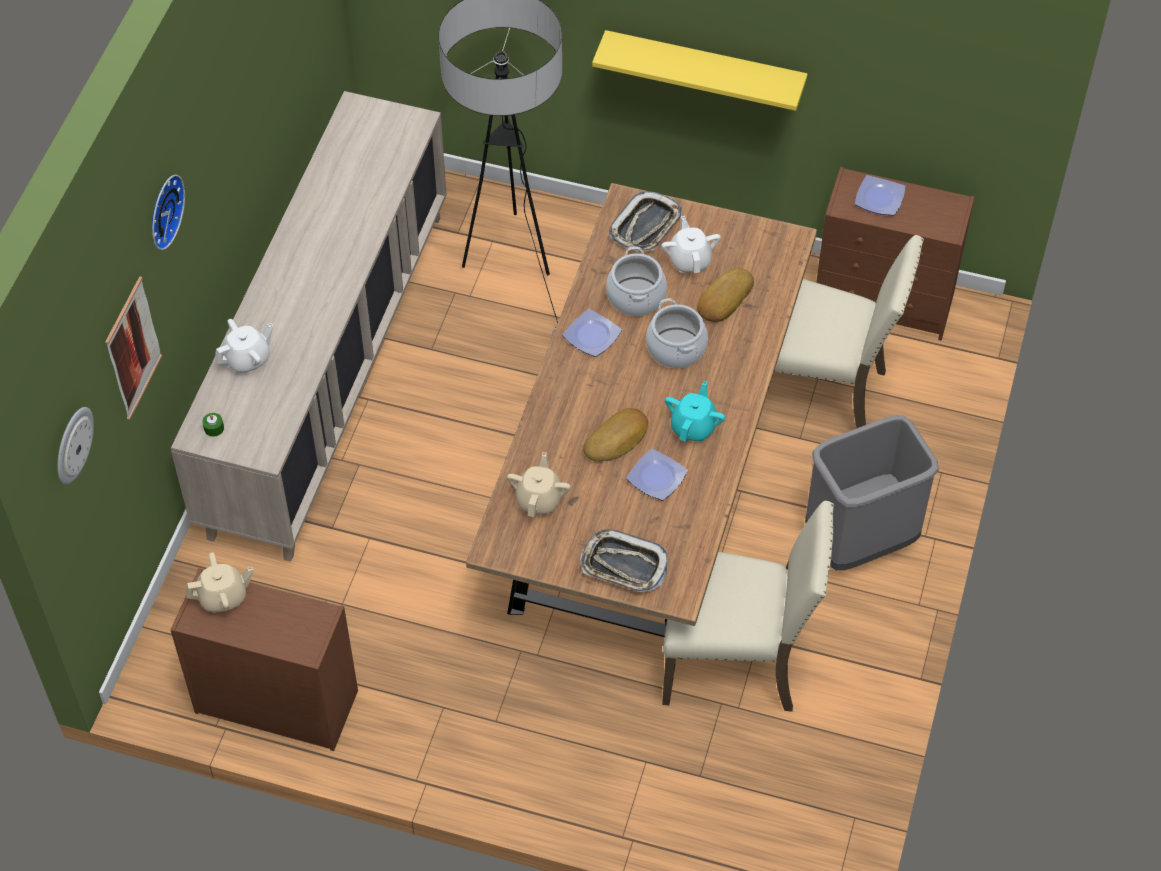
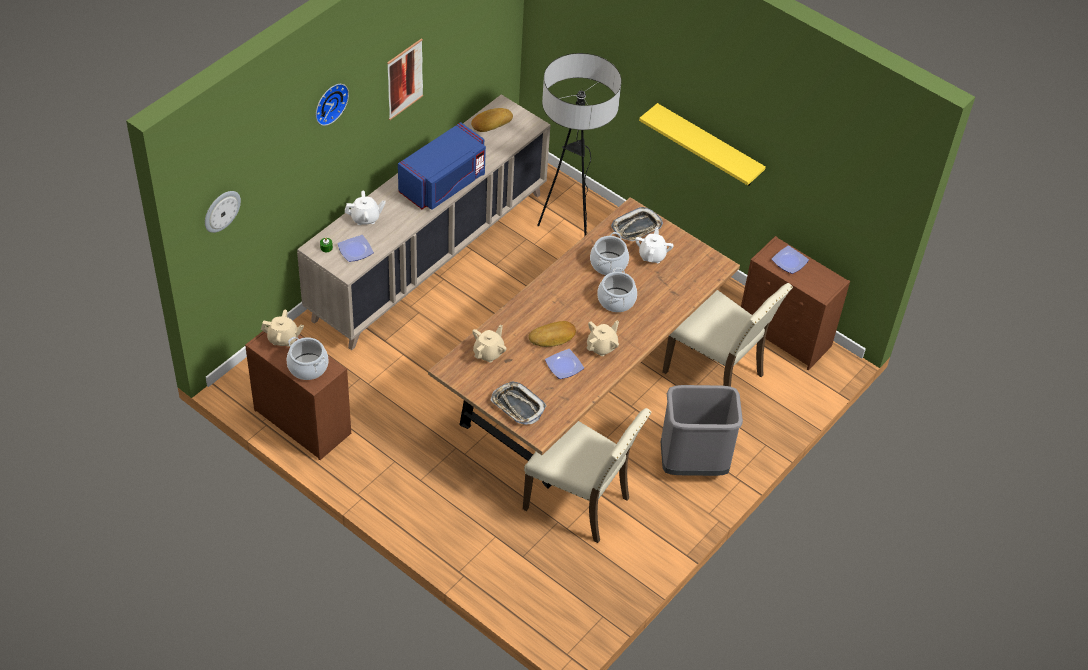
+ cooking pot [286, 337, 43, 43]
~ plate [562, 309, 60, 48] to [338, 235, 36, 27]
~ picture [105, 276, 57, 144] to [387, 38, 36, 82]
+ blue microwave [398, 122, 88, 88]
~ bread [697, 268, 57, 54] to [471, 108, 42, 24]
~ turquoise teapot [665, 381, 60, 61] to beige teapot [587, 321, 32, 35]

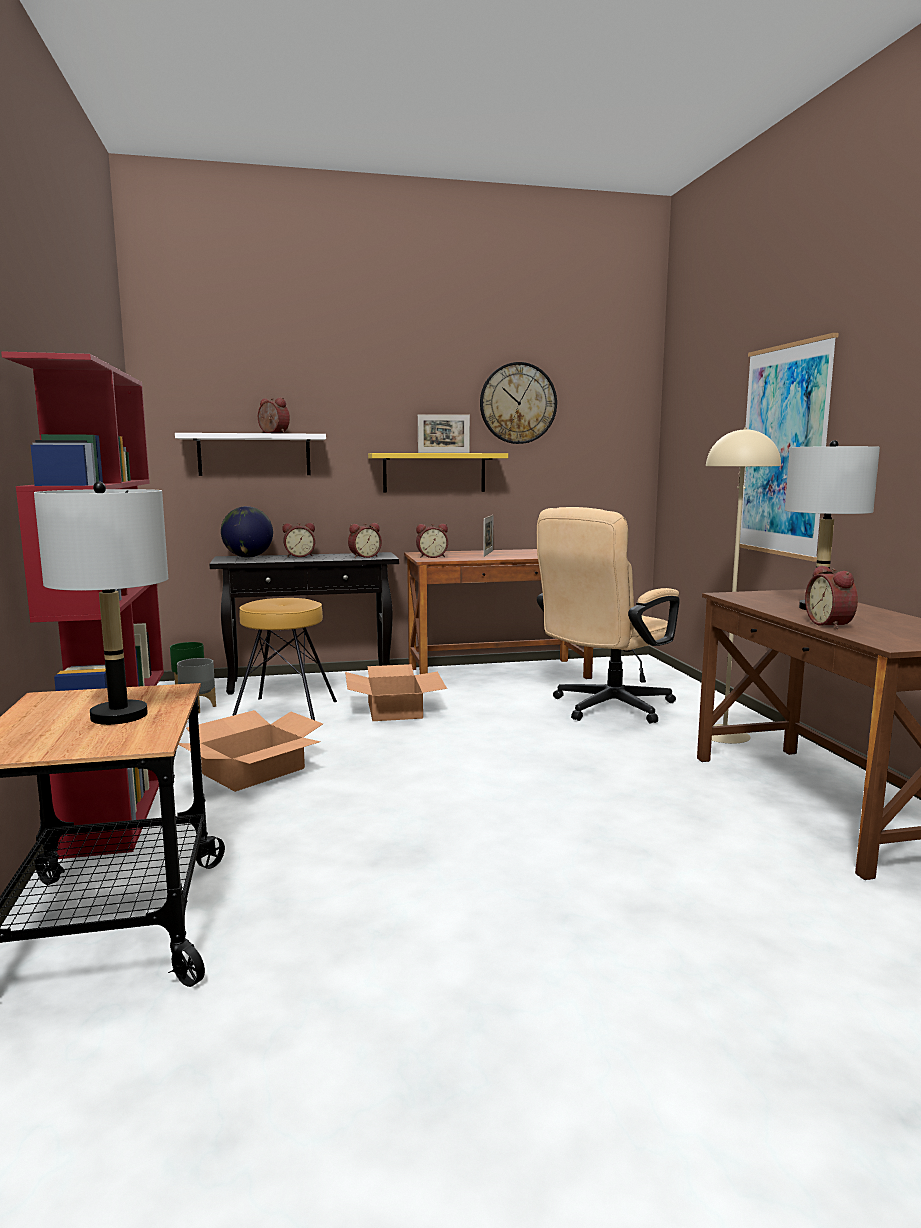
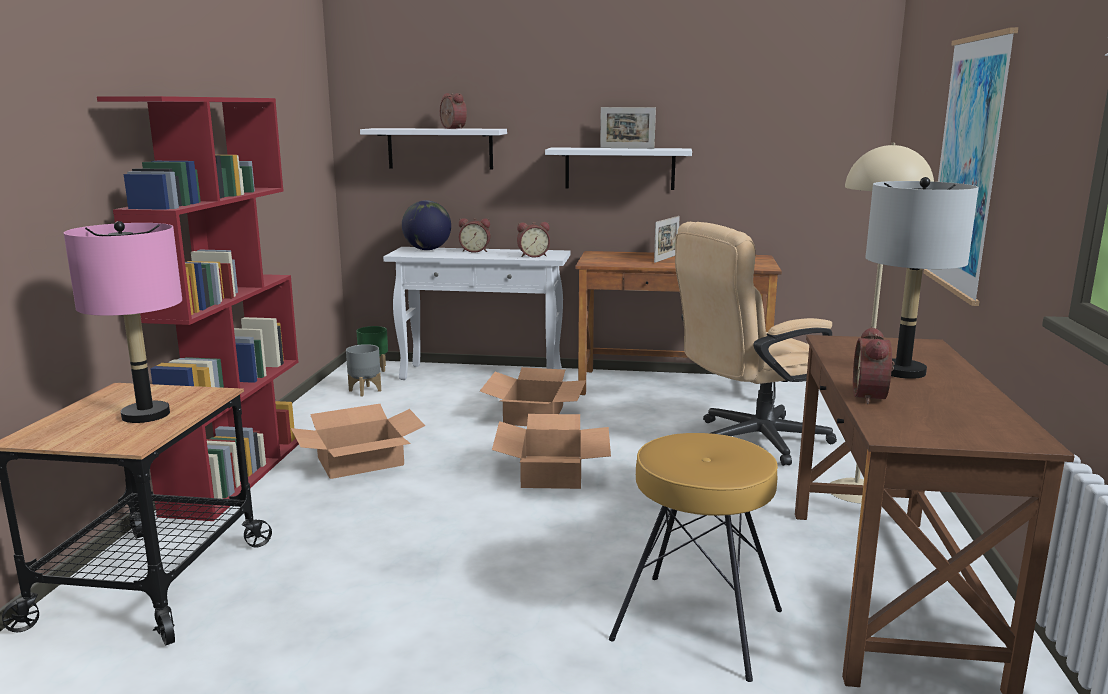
~ grey table lamp [34, 482, 134, 243] to pink table lamp [64, 221, 118, 202]
~ black console table [209, 552, 190, 143] to white console table [383, 247, 187, 133]
+ cardboard box [492, 414, 119, 75]
~ yellow shelf [368, 453, 140, 40] to white shelf [545, 147, 147, 43]
~ brown stool [232, 598, 105, 122] to [609, 433, 173, 249]
- alarm clock [416, 524, 32, 34]
- wall clock [480, 362, 77, 82]

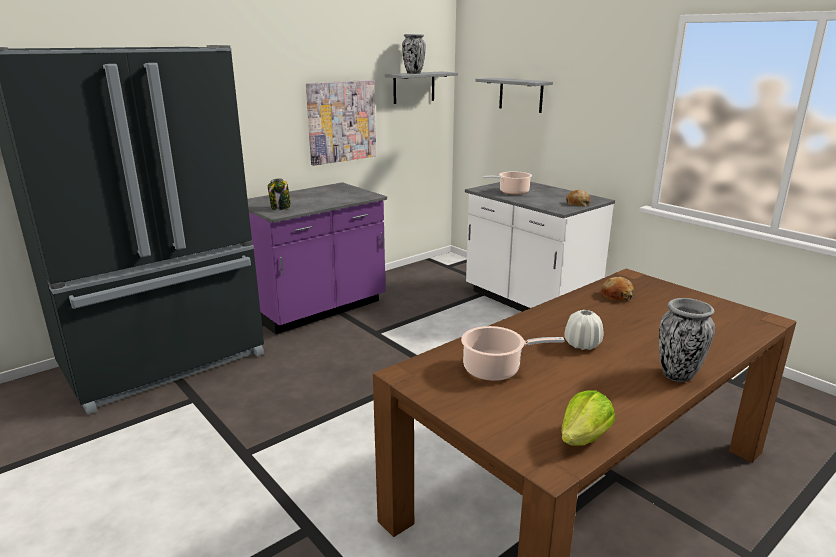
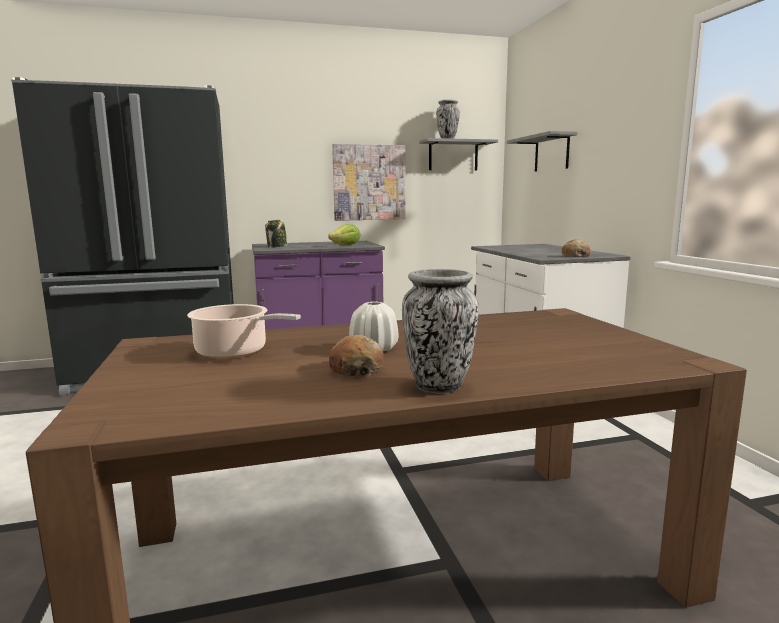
~ lettuce [562, 390, 53, 56] to [328, 224, 32, 21]
~ bread [601, 277, 33, 24] to [329, 335, 55, 42]
- cooking pot [483, 171, 49, 24]

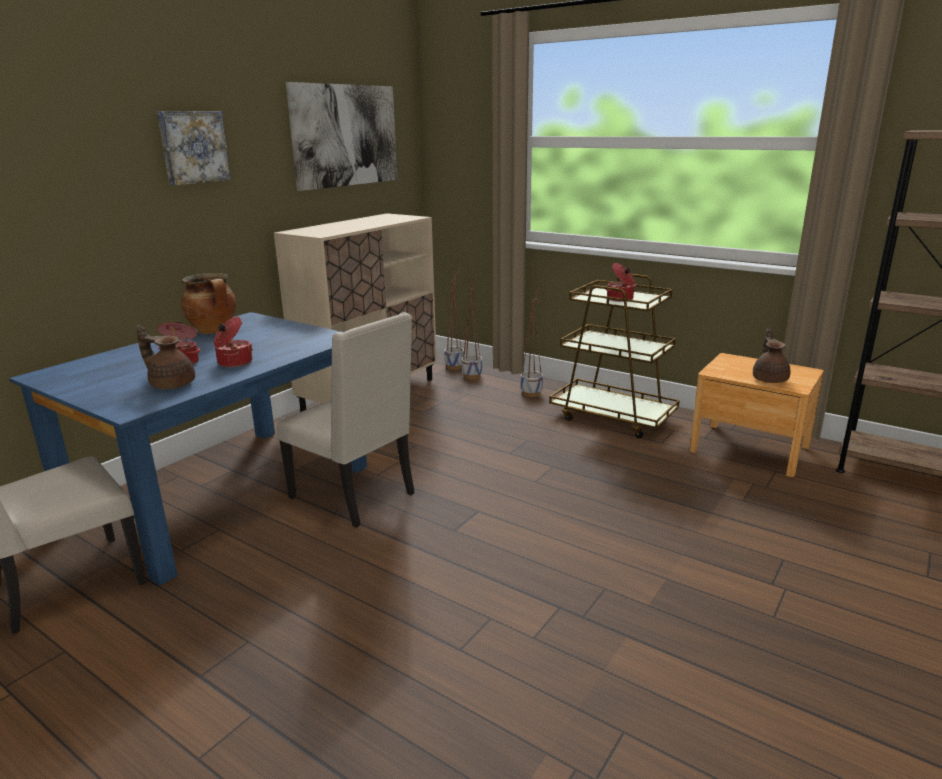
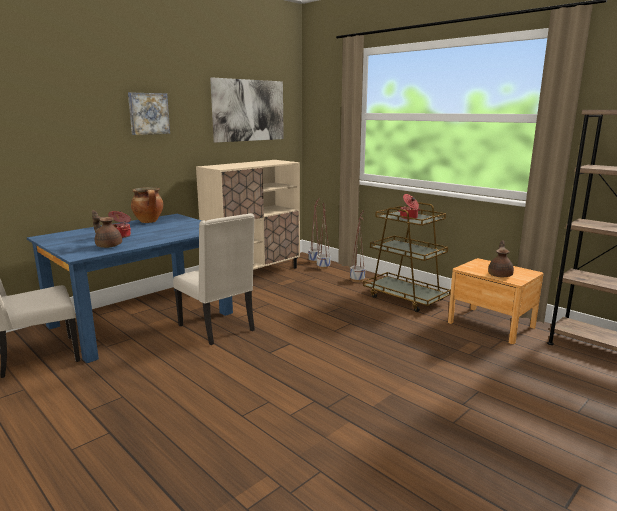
- cooking pot [214, 317, 39, 51]

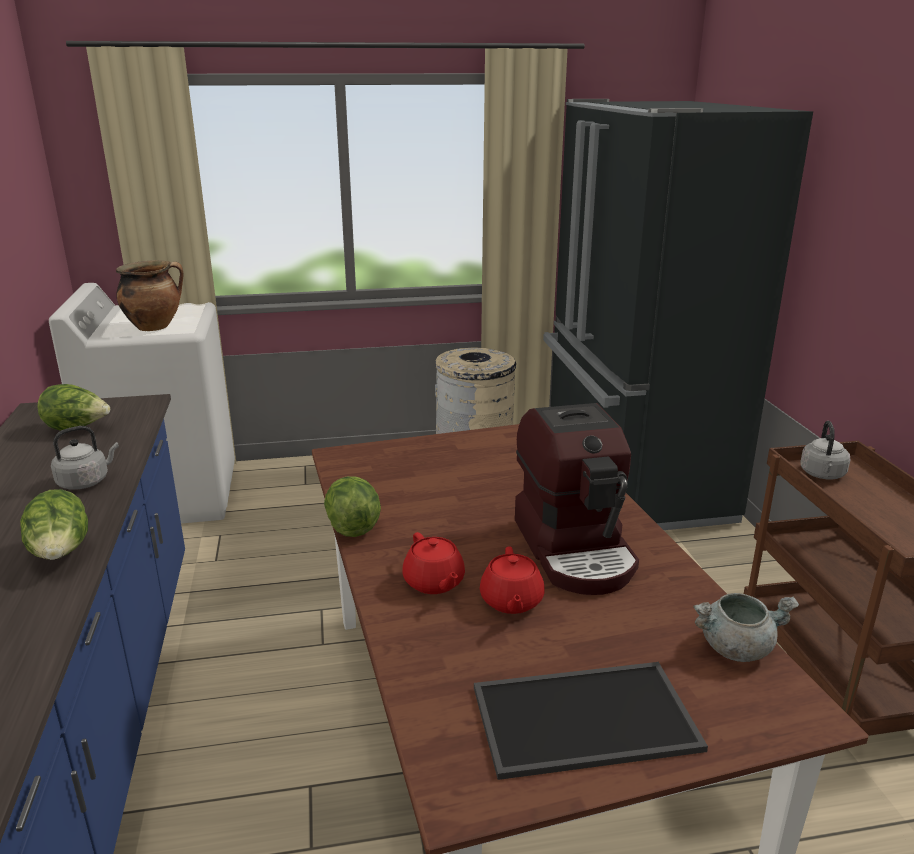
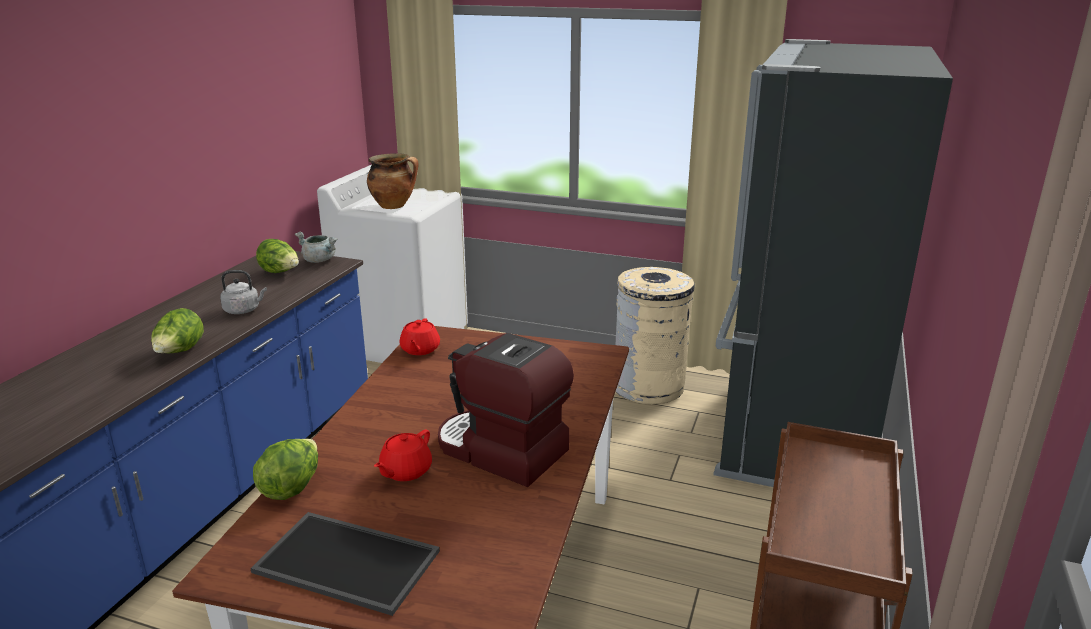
~ lettuce [324, 476, 57, 61] to [253, 439, 65, 61]
~ grey cooking pot [693, 593, 106, 69] to [295, 232, 43, 31]
~ red teapot [402, 532, 63, 62] to [399, 318, 41, 37]
~ coffee machine [515, 403, 124, 192] = [438, 333, 136, 154] 105 degrees clockwise
- grey kettle [800, 421, 50, 59]

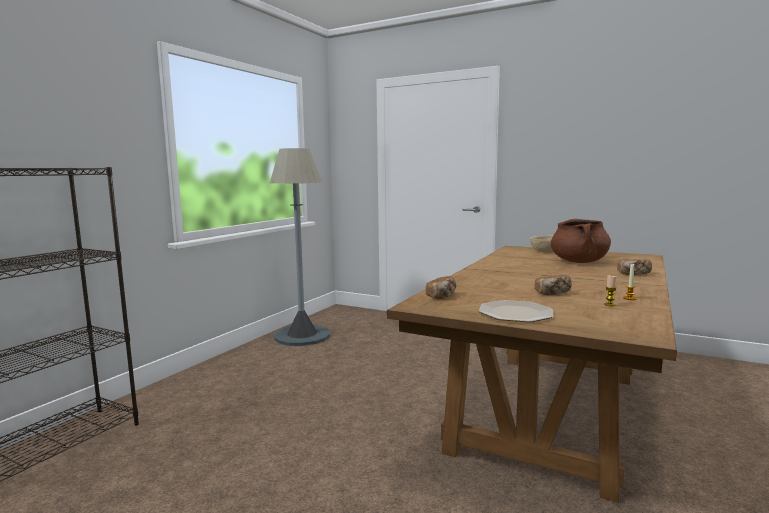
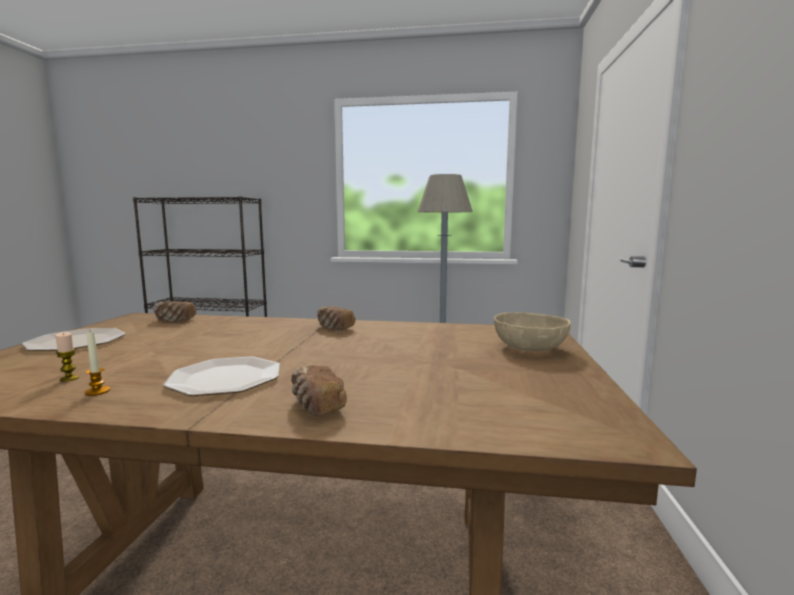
+ plate [163, 357, 117, 39]
~ bread [534, 275, 38, 20] to [317, 306, 38, 24]
- brown cooking pot [551, 219, 60, 44]

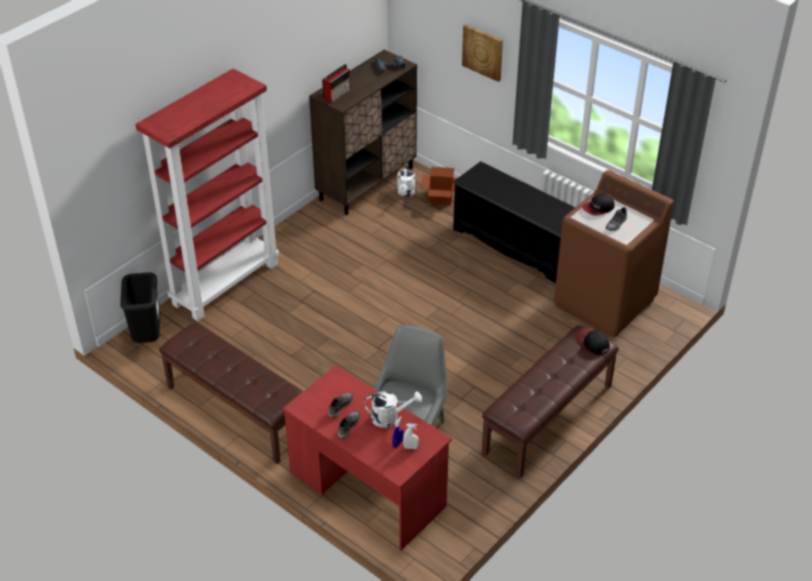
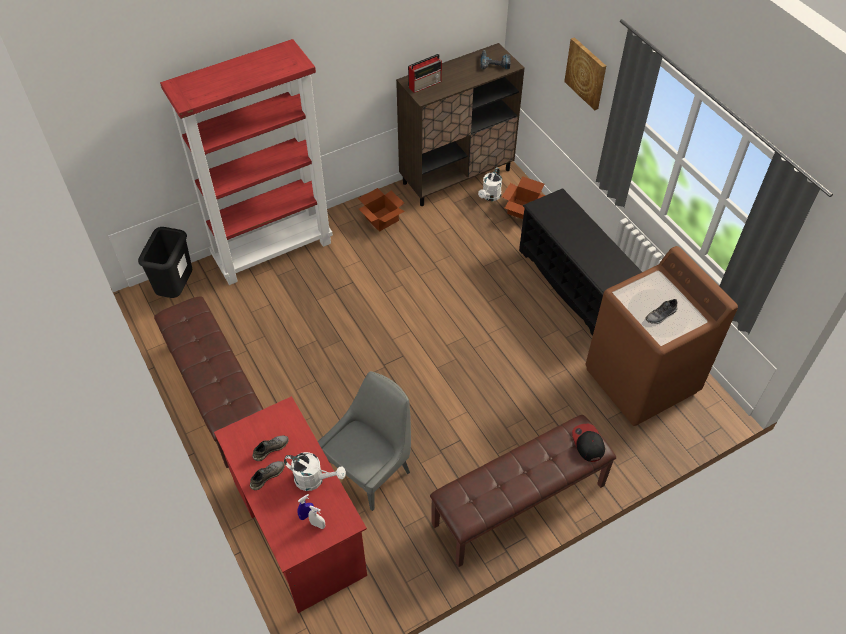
+ cardboard box [358, 188, 47, 44]
- cap [582, 193, 33, 23]

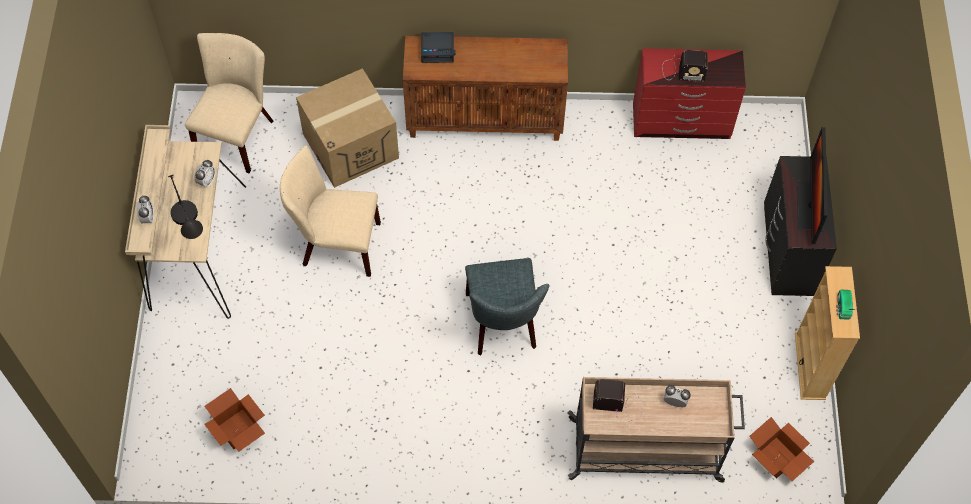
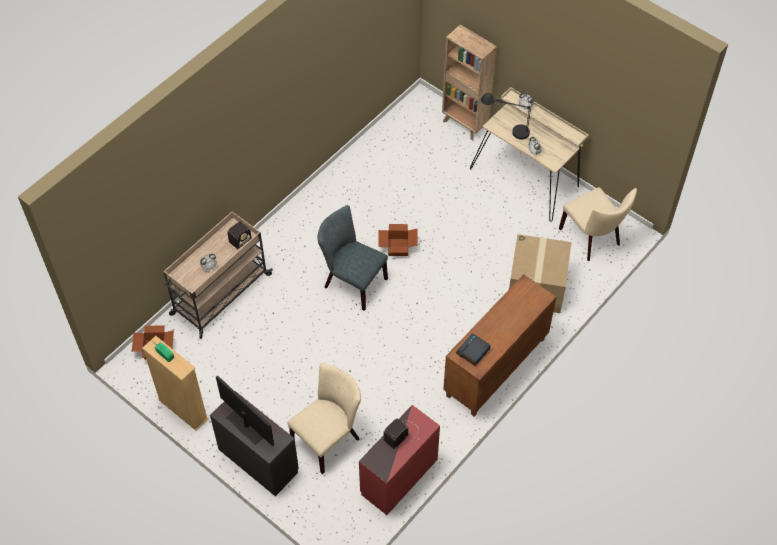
~ beige chair [280, 146, 101, 131] to [287, 363, 74, 111]
~ cardboard box [204, 388, 61, 64] to [378, 224, 40, 32]
+ brown bookcase [442, 25, 55, 115]
~ alarm clock [421, 32, 34, 31] to [456, 333, 34, 33]

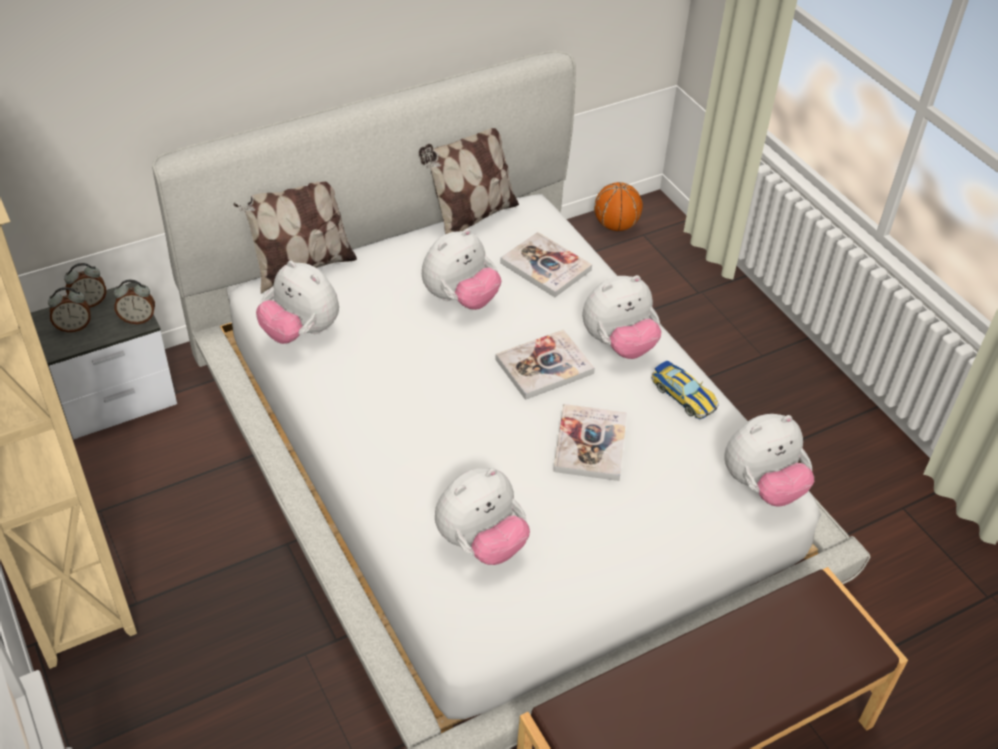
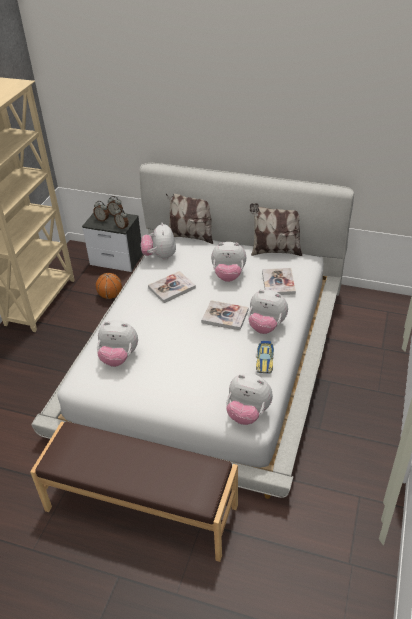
~ basketball [594, 182, 49, 49] to [96, 273, 26, 26]
~ book [553, 404, 74, 77] to [148, 271, 48, 32]

